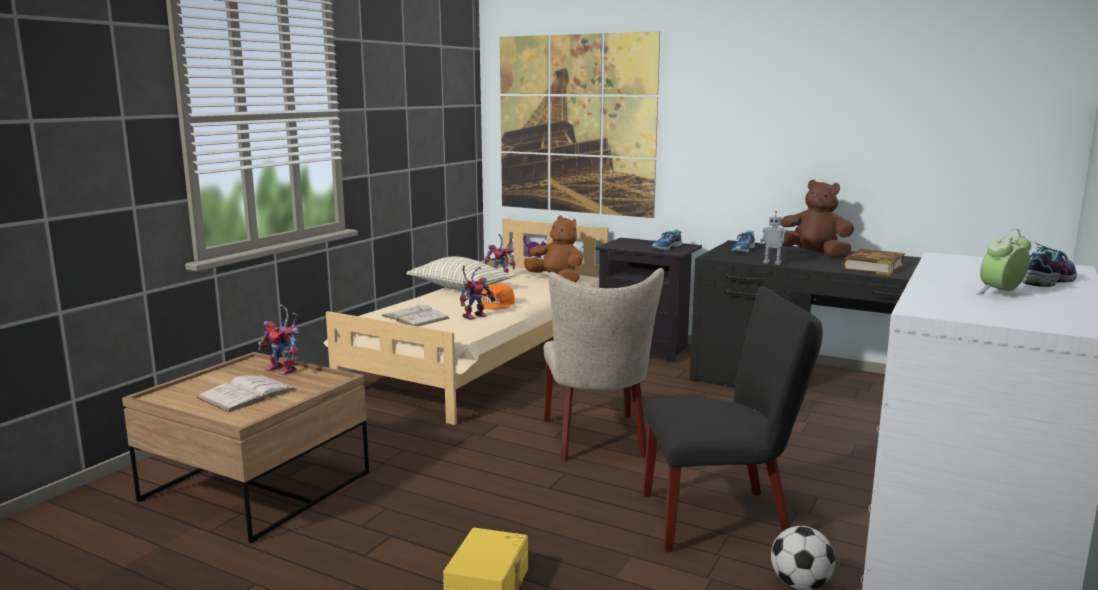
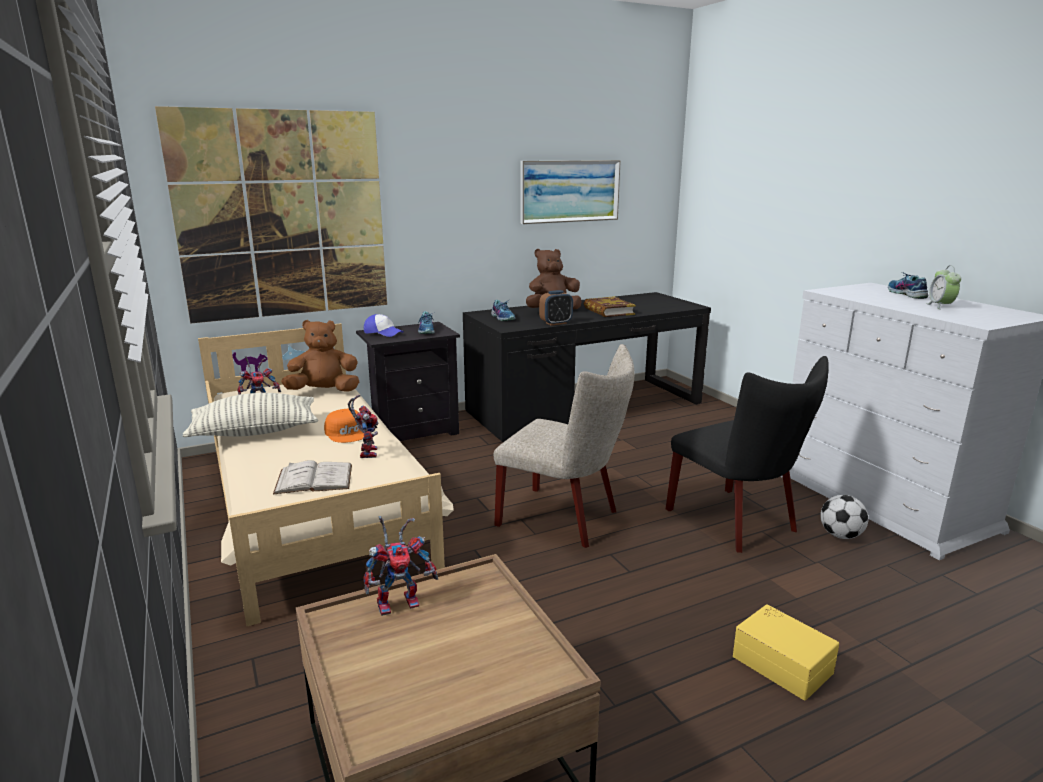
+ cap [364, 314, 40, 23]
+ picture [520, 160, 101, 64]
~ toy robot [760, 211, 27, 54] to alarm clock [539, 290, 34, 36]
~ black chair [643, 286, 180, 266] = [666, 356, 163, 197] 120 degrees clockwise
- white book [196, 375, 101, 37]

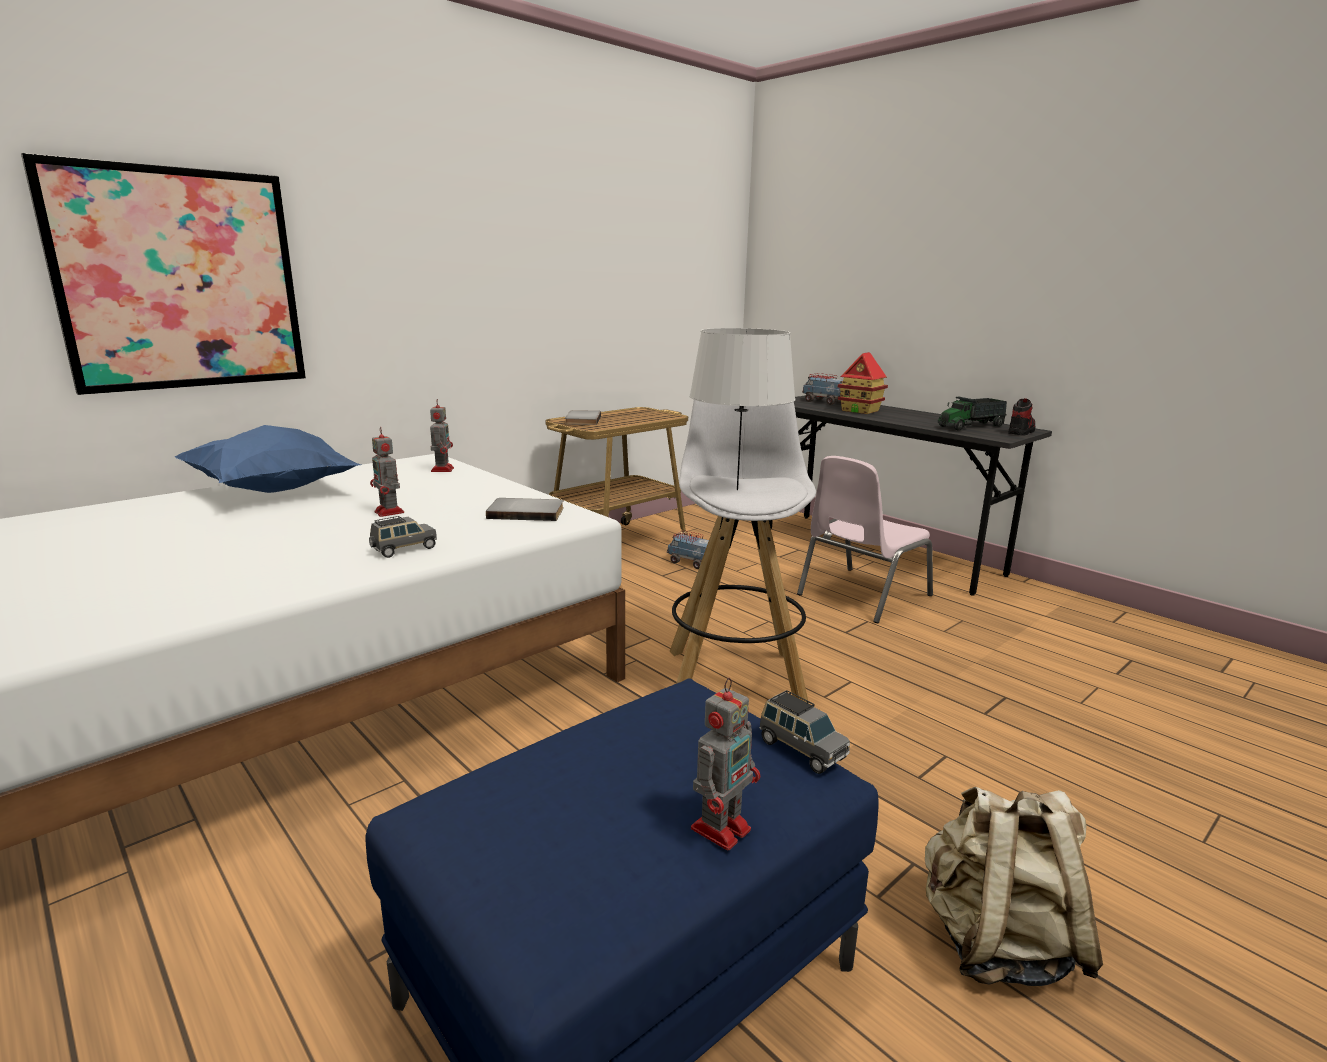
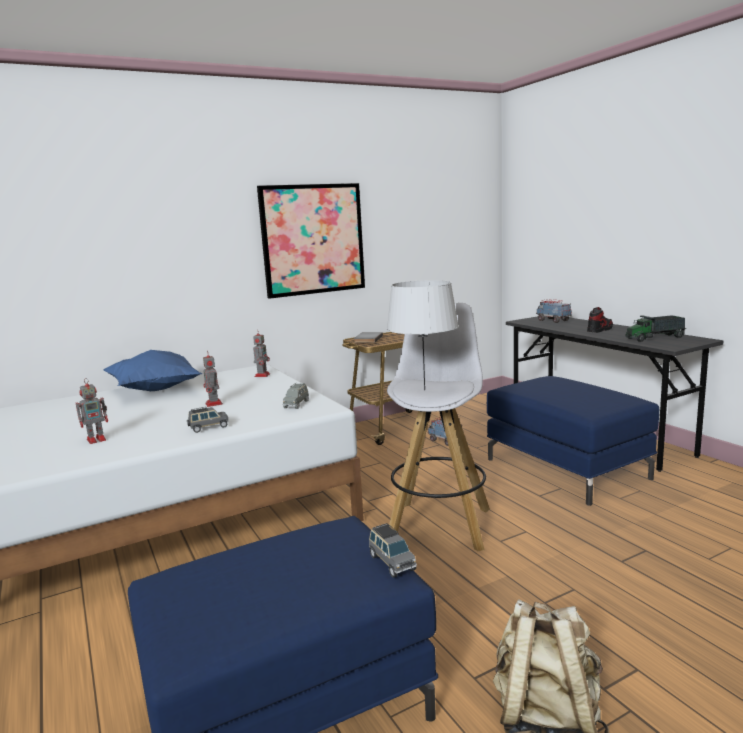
~ toy robot [691, 678, 69, 172] to [76, 378, 32, 66]
~ picture [21, 153, 285, 242] to [257, 183, 108, 116]
~ grey book [486, 498, 78, 23] to grey toy car [283, 383, 26, 26]
~ pink chair [797, 456, 136, 167] to blue ottoman [487, 376, 172, 130]
~ shoe [1008, 398, 28, 38] to [587, 307, 26, 26]
- toy house [838, 352, 50, 62]

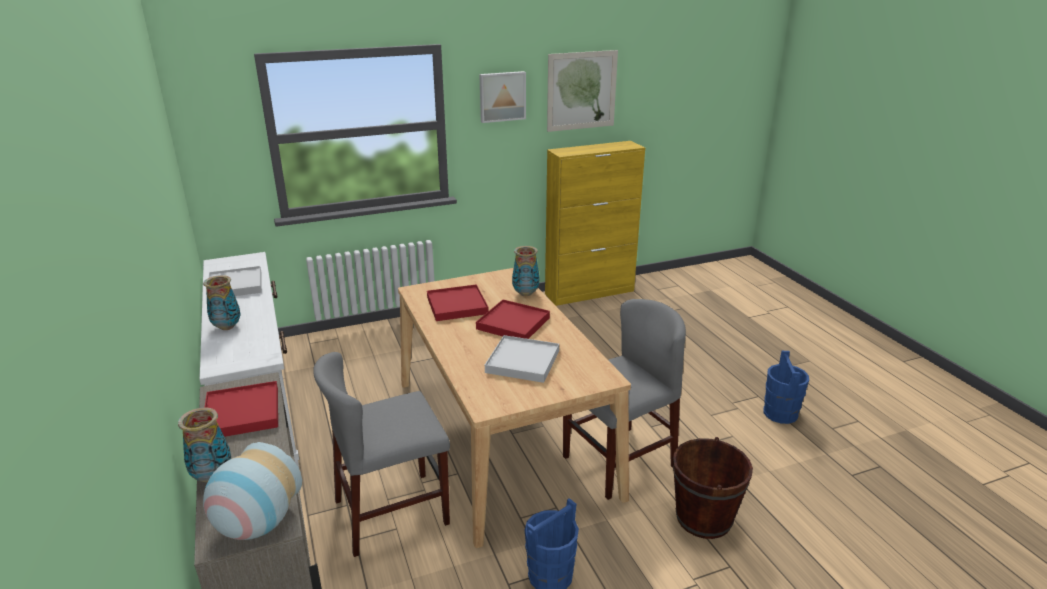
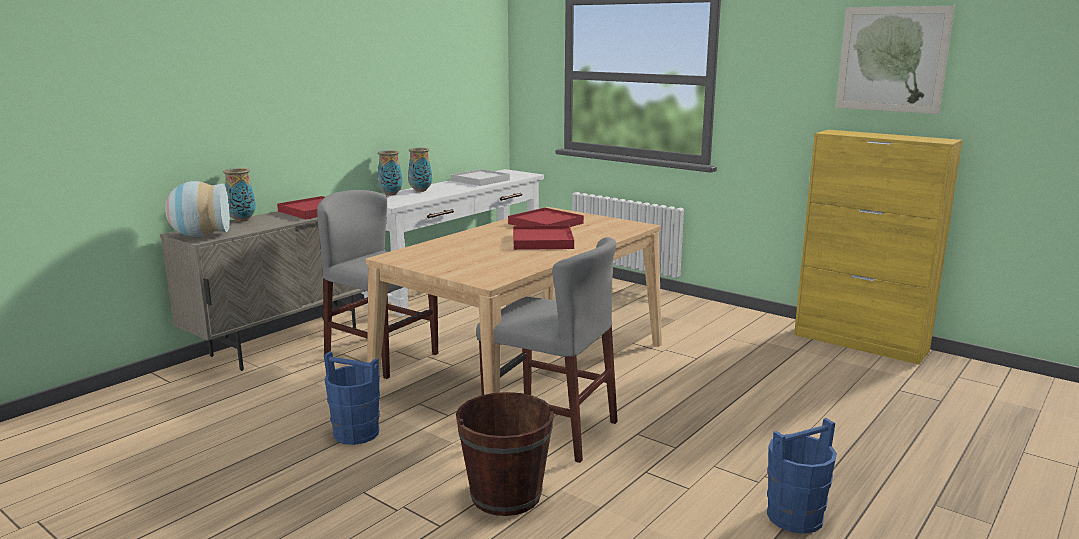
~ vase [512, 246, 27, 50] to [377, 150, 26, 46]
- picture [479, 71, 47, 52]
- white tray [485, 335, 74, 48]

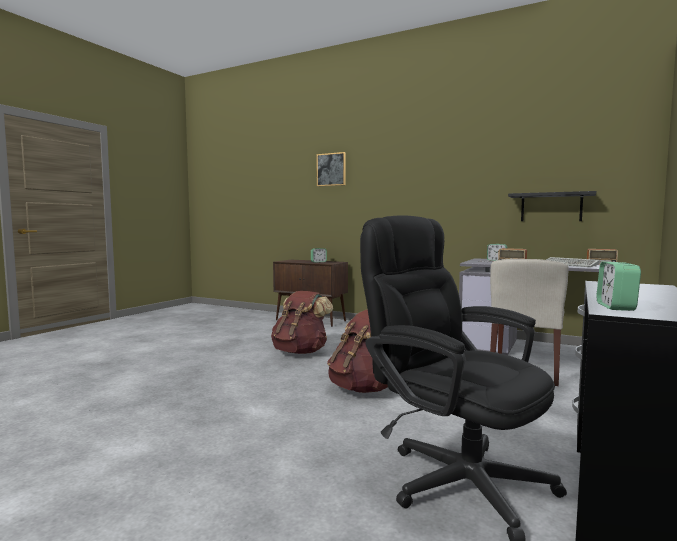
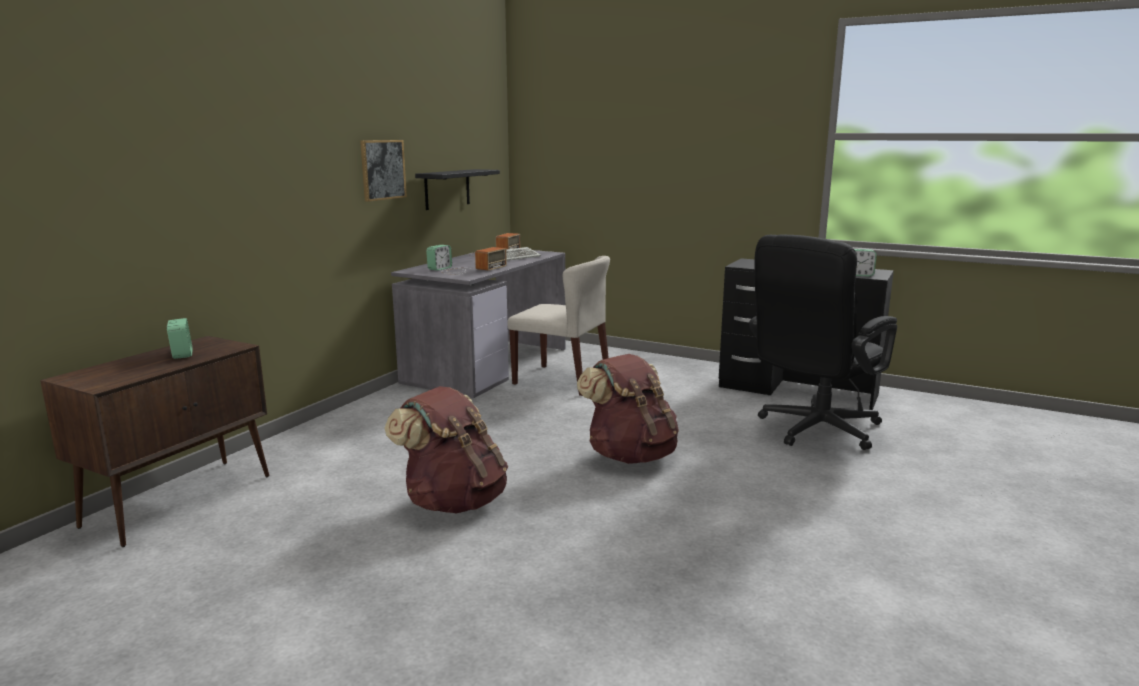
~ picture [317, 152, 29, 34] to [360, 140, 47, 62]

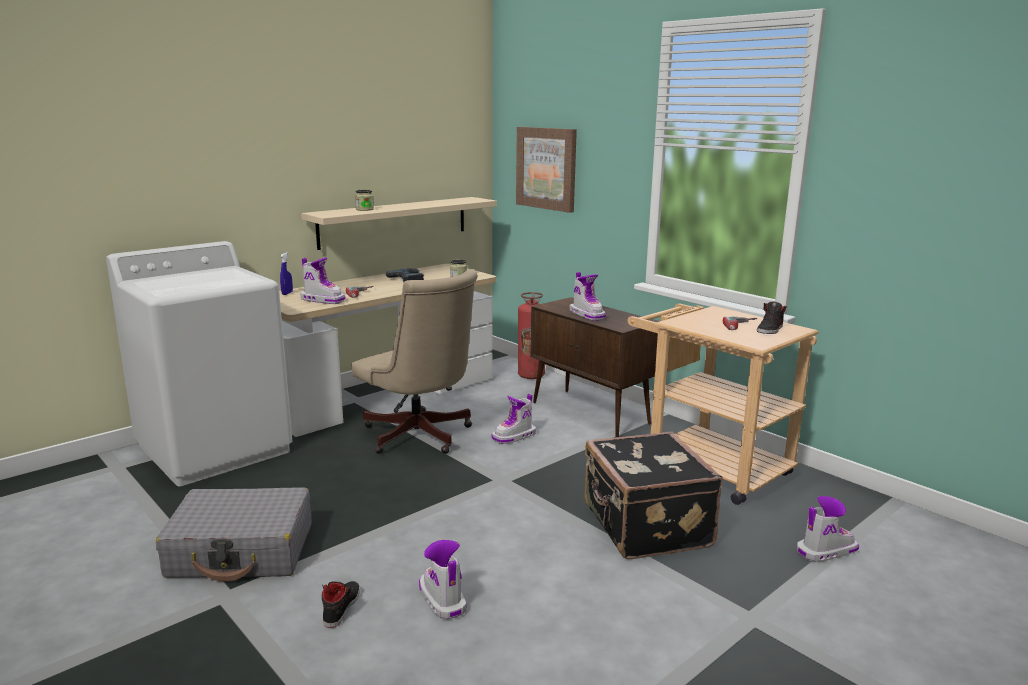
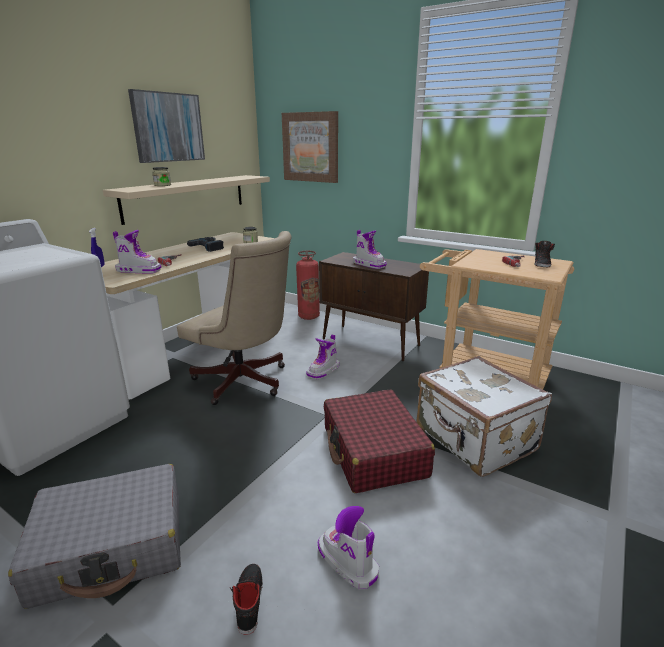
+ picture [128, 89, 77, 74]
+ red suitcase [324, 389, 111, 104]
~ black suitcase [584, 432, 139, 127] to white suitcase [417, 356, 135, 121]
- boot [797, 496, 62, 66]

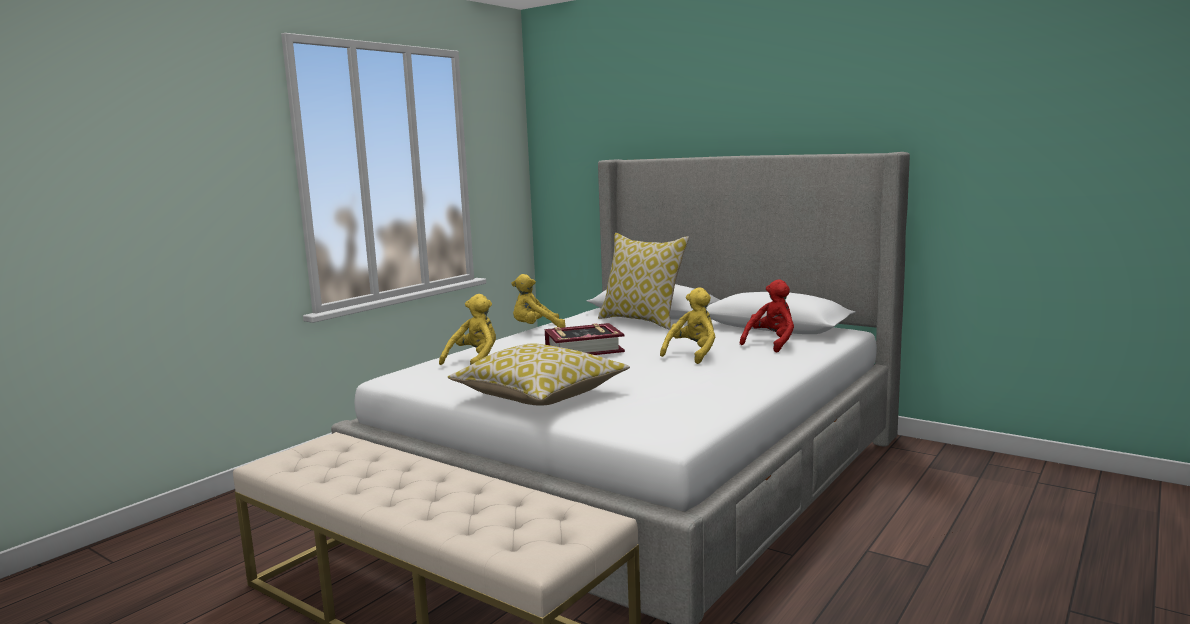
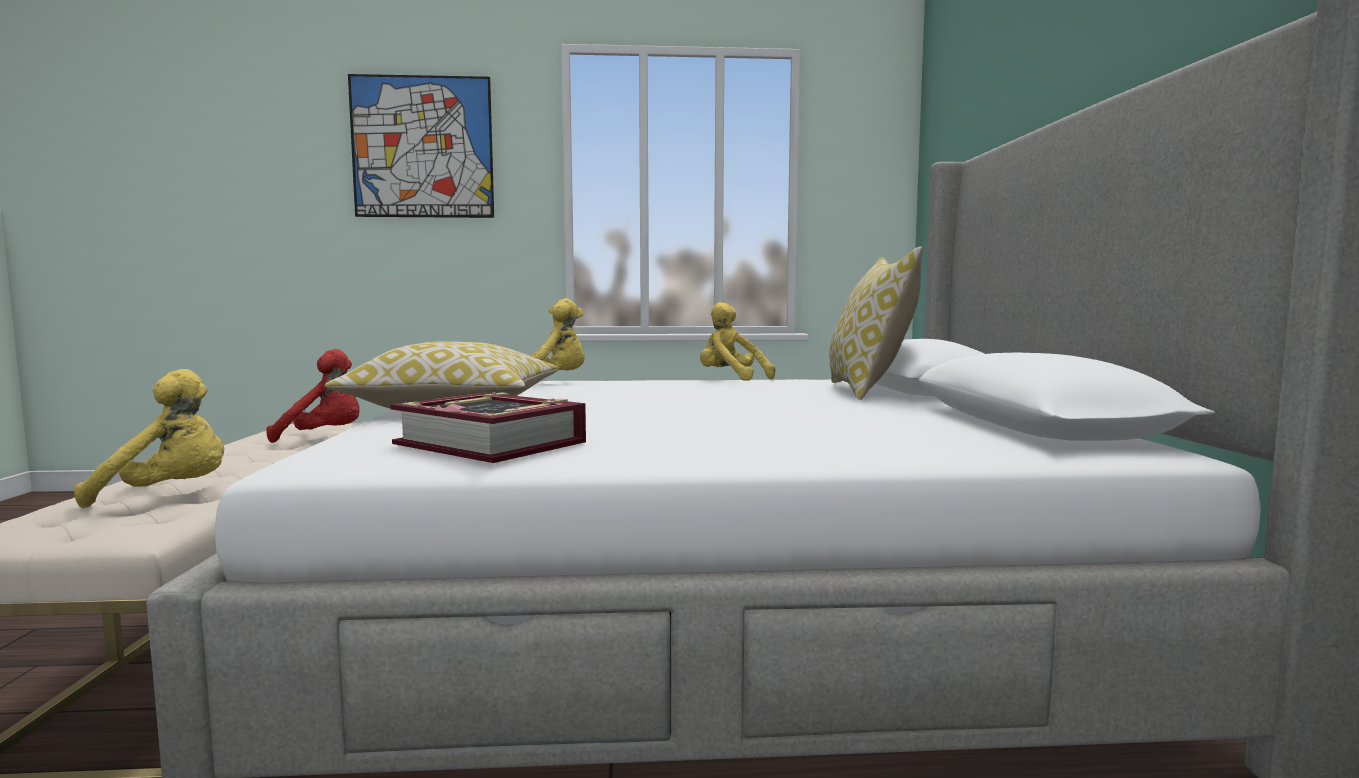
~ yellow plush toy [660, 287, 55, 77] to [74, 369, 150, 139]
~ red plush toy [740, 279, 54, 74] to [266, 349, 94, 94]
+ picture [348, 74, 146, 144]
~ book [545, 323, 80, 32] to [390, 392, 196, 71]

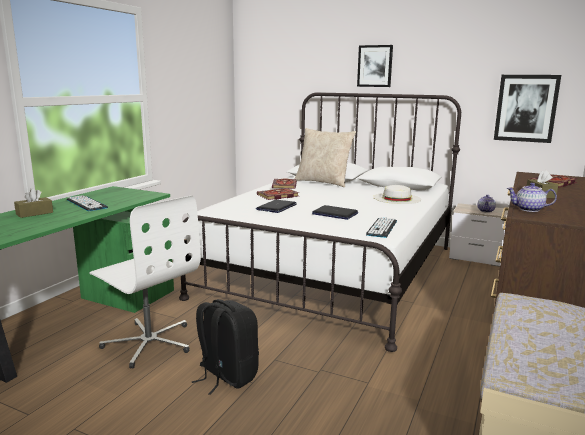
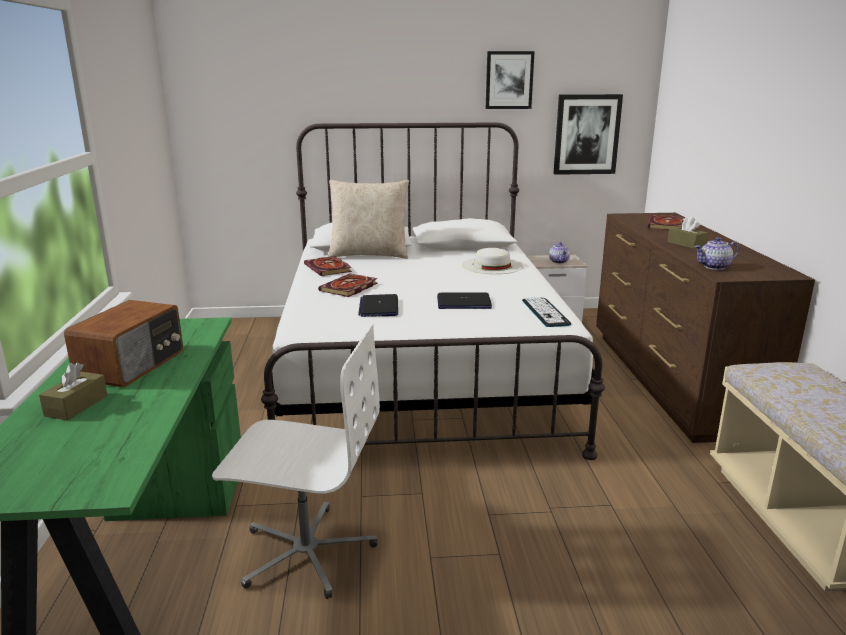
~ keyboard [67, 195, 41, 16] to radio [64, 300, 119, 87]
~ picture [357, 45, 36, 42] to [486, 51, 49, 58]
- black backpack [191, 299, 68, 96]

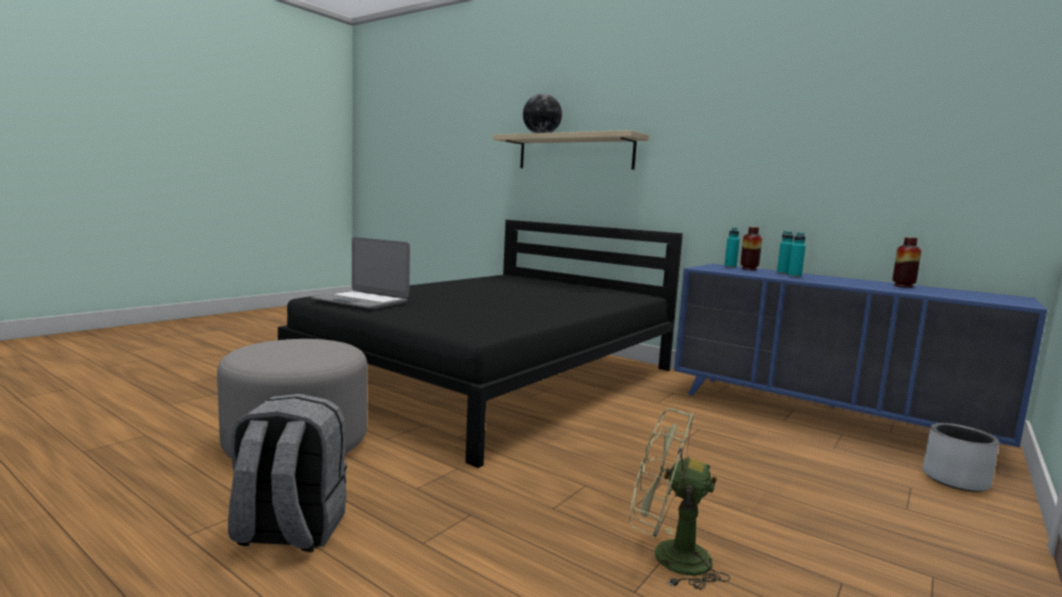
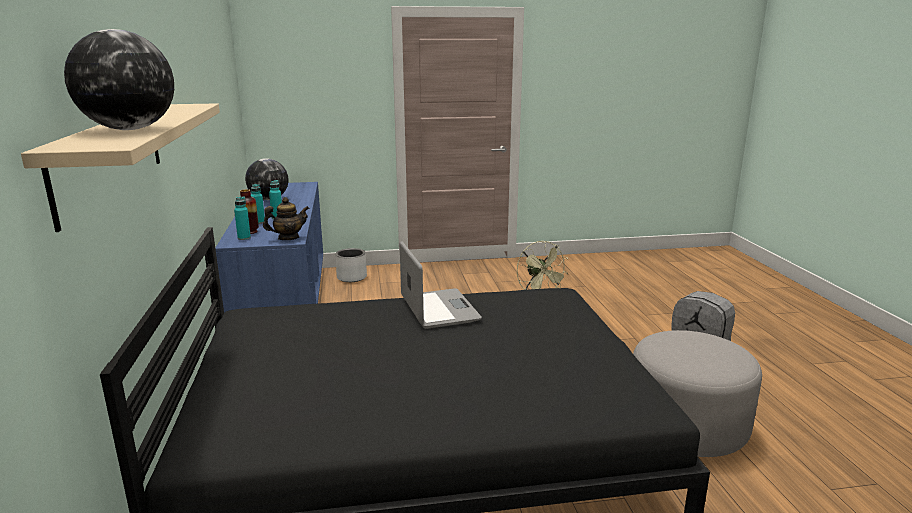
~ vase [892, 237, 30, 51] to globe [245, 158, 43, 42]
+ teapot [263, 197, 46, 43]
~ laptop [311, 237, 99, 72] to [400, 241, 82, 88]

